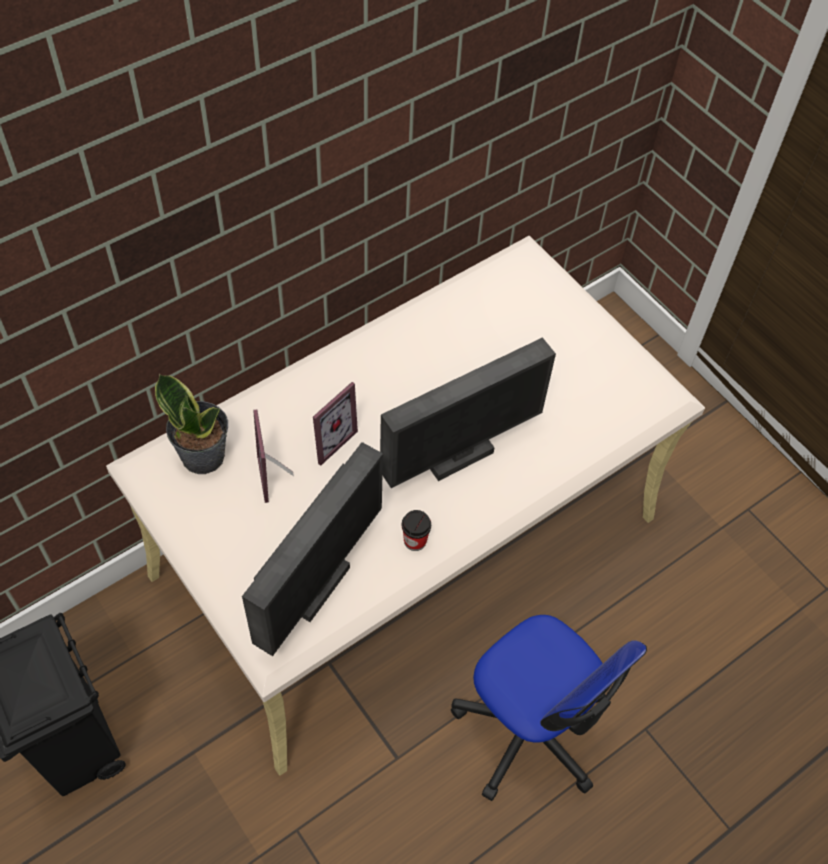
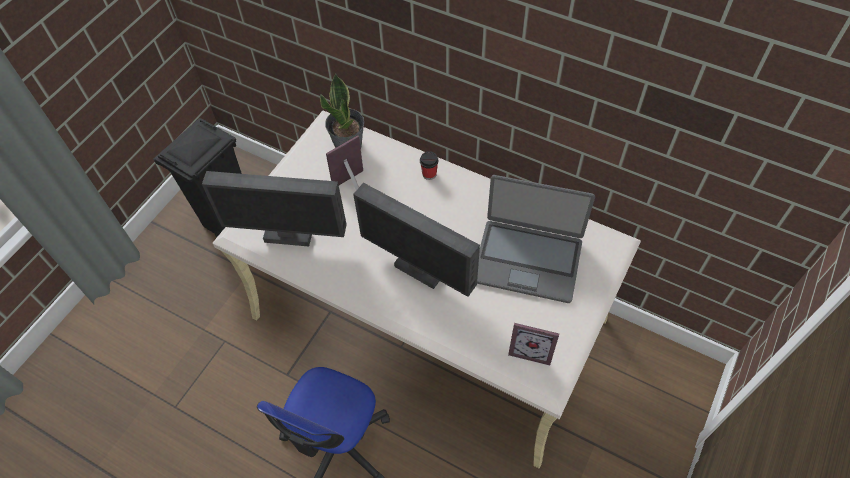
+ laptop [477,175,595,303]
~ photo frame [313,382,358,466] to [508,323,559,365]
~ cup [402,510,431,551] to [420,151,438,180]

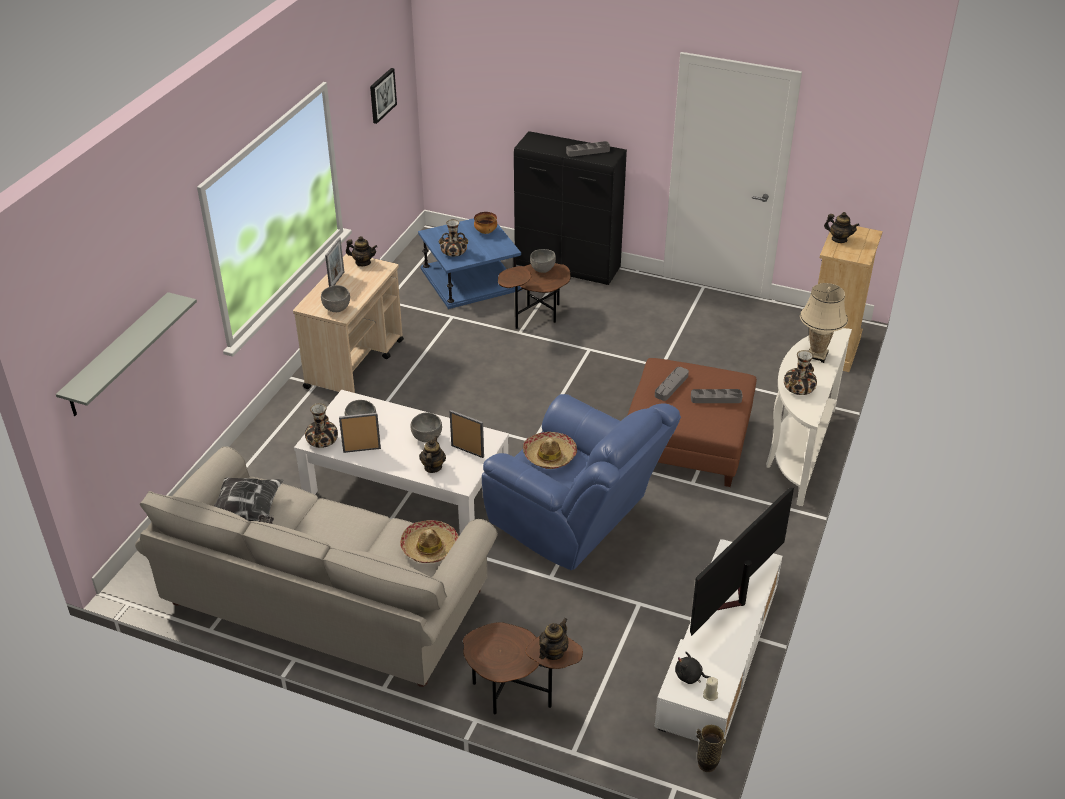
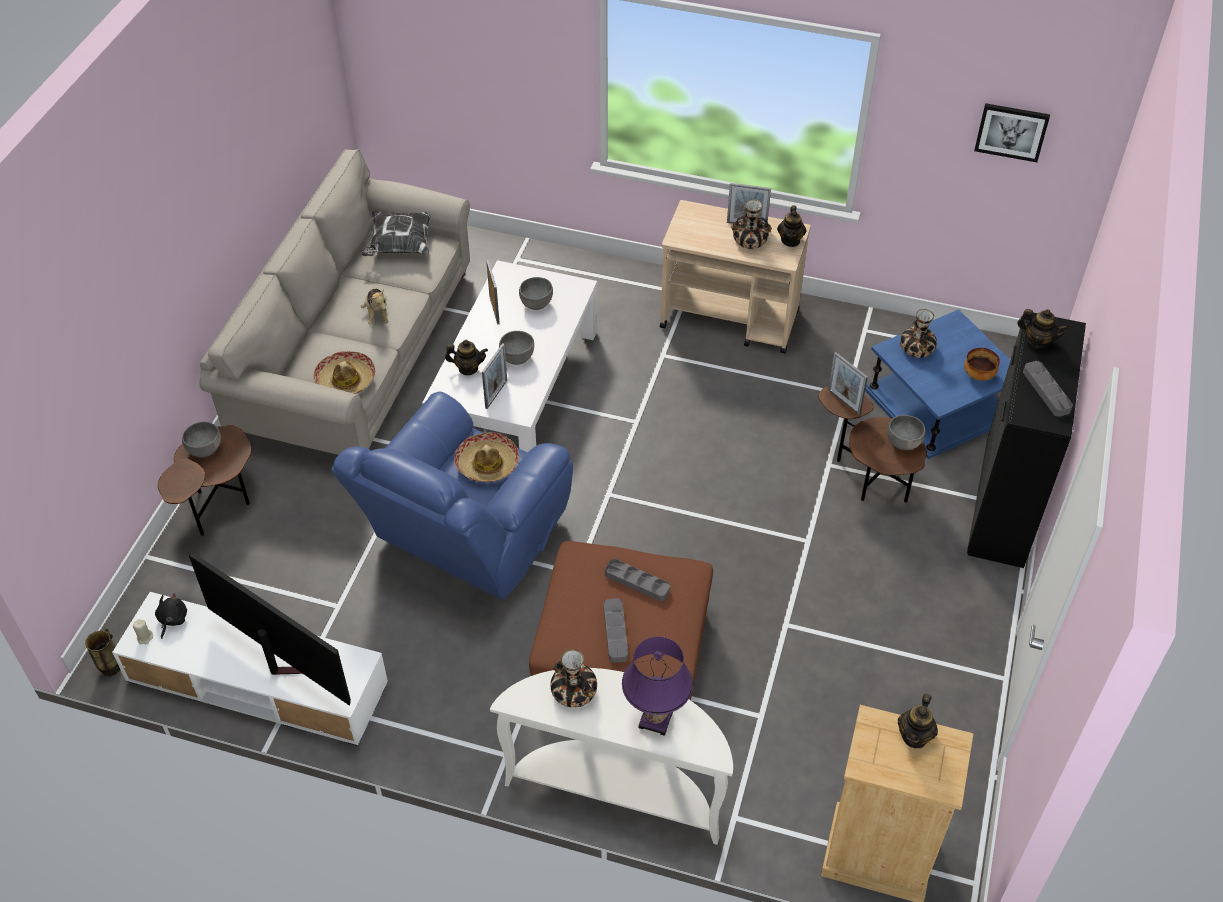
- grey shelf [56,292,197,416]
+ cuddly toy [361,288,388,324]
+ photo frame [828,352,868,415]
~ vase [305,403,338,448] to [731,199,772,249]
~ grey bowl [321,285,350,312] to [182,421,221,457]
~ teapot [539,618,568,660] to [1017,309,1068,349]
~ sand-coloured table lamp [800,283,848,363] to purple-coloured table lamp [622,637,693,736]

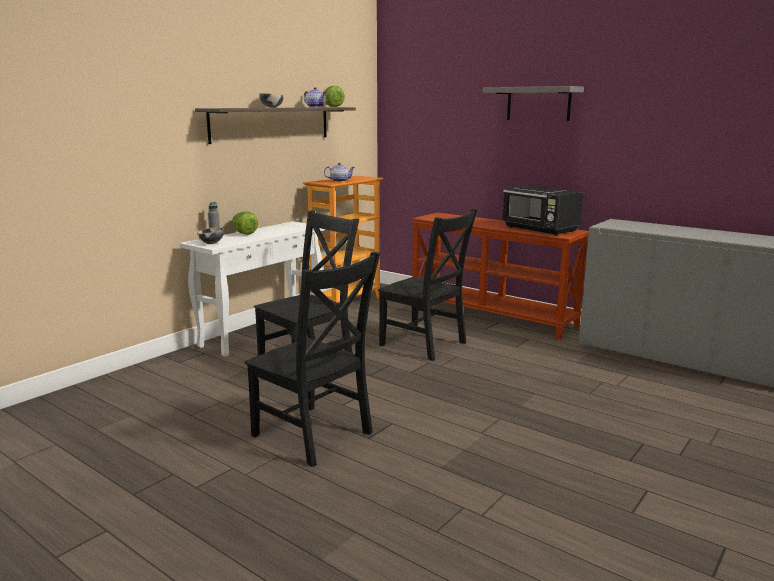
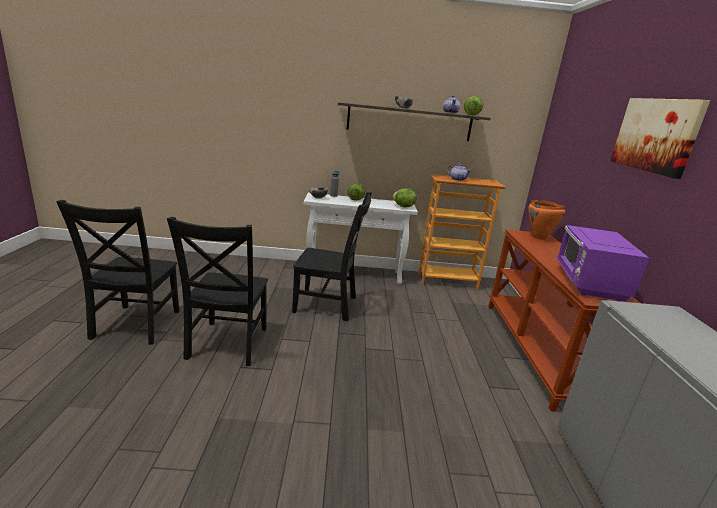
+ head of lettuce [393,188,416,207]
+ orange cooking pot [528,200,565,240]
~ blackish chair [378,209,478,361] to [56,200,179,345]
~ grey shelf [483,86,584,121] to picture [610,98,710,179]
~ blackish kitchen microwave [502,186,583,236] to purple-coloured kitchen microwave [557,225,649,302]

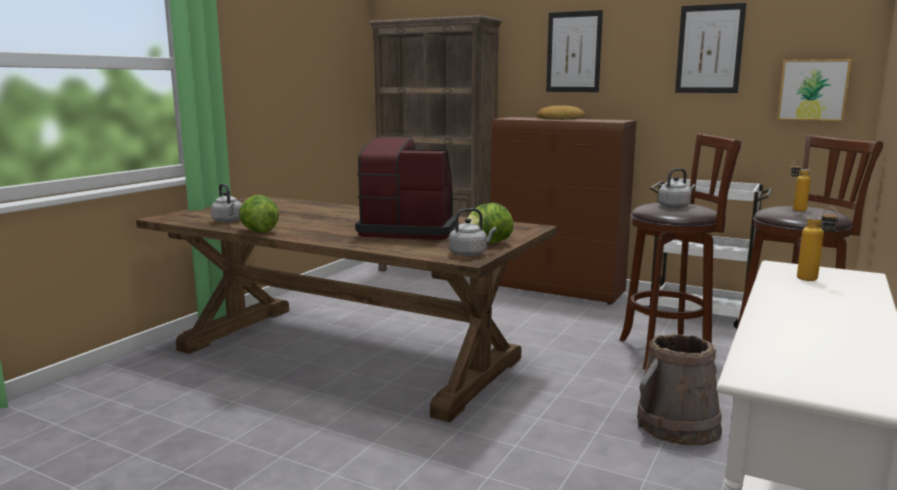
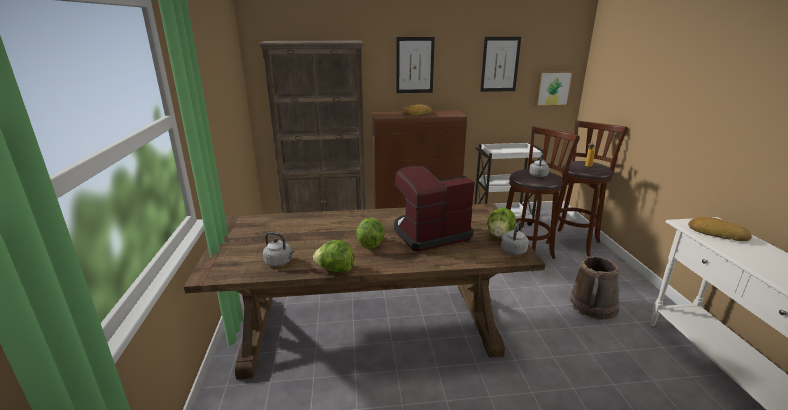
+ head of lettuce [356,218,385,249]
~ bottle [797,207,838,281] to baked bread [688,217,752,241]

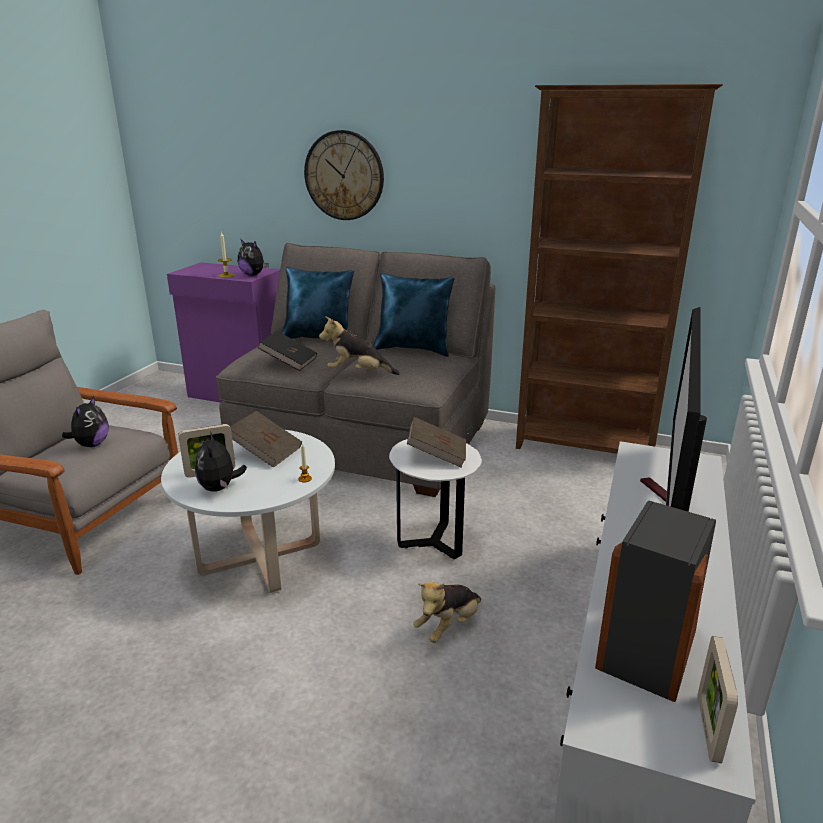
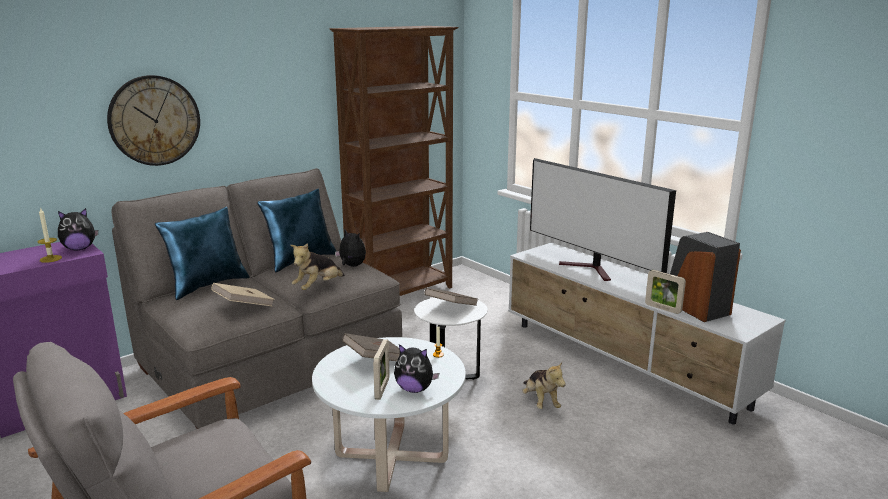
~ cuddly toy [62,396,108,447] to [335,230,366,267]
~ photo frame [698,636,738,763] to [645,270,686,314]
~ blackish book [258,331,317,371] to sand-coloured book [211,283,275,306]

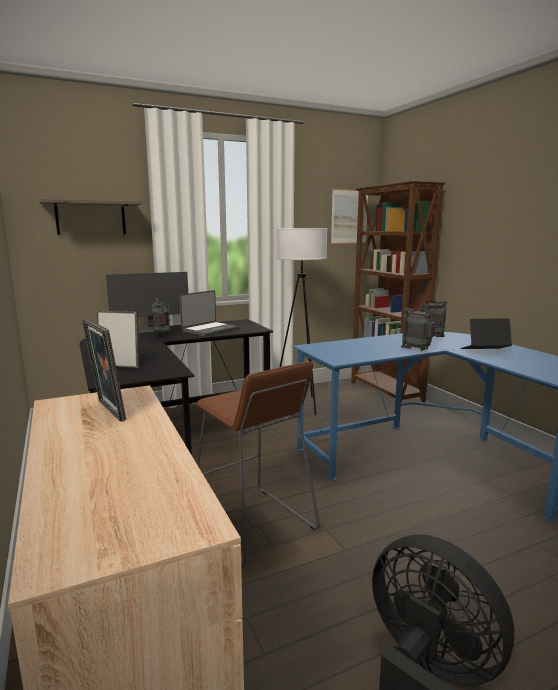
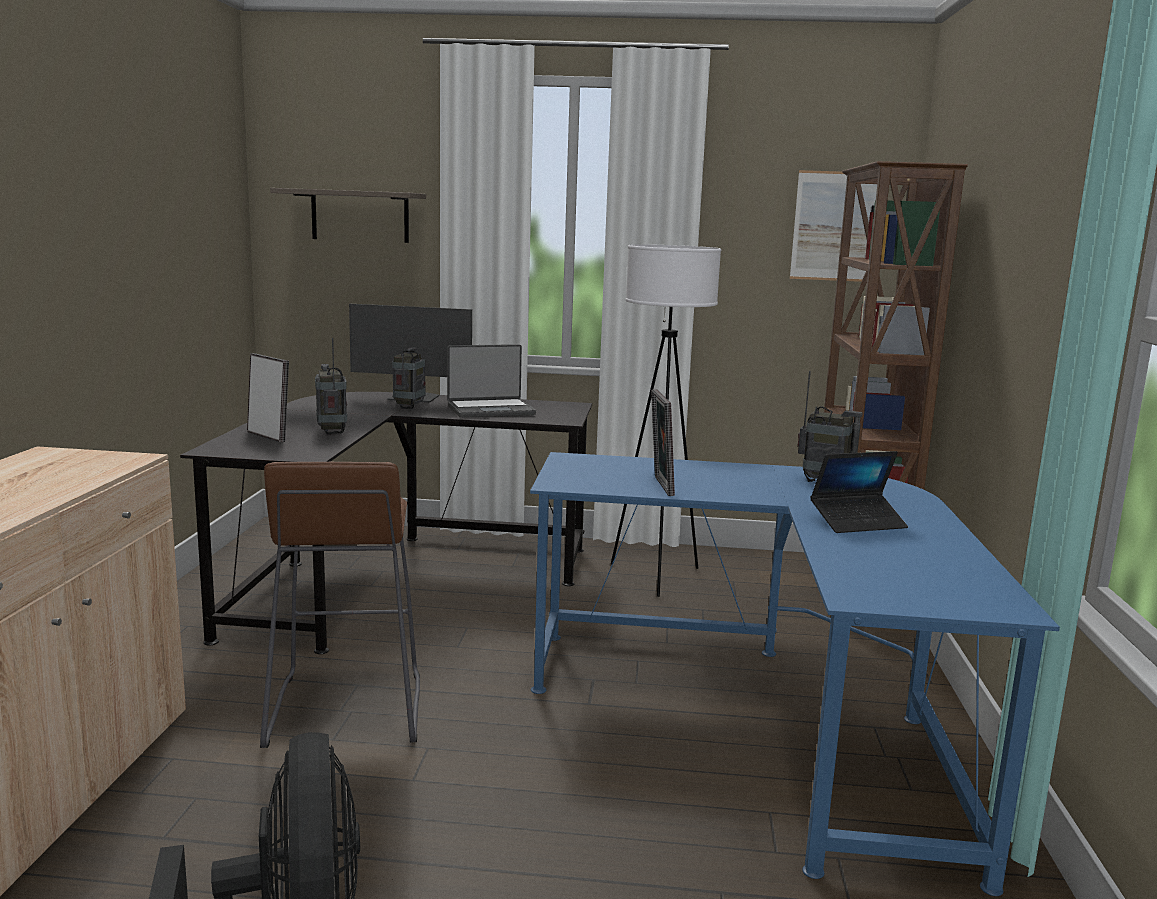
~ photo frame [82,319,126,422] to [651,389,675,496]
~ radio [401,290,436,351] to [315,338,347,435]
~ laptop [461,318,512,349] = [810,451,908,533] 135 degrees clockwise

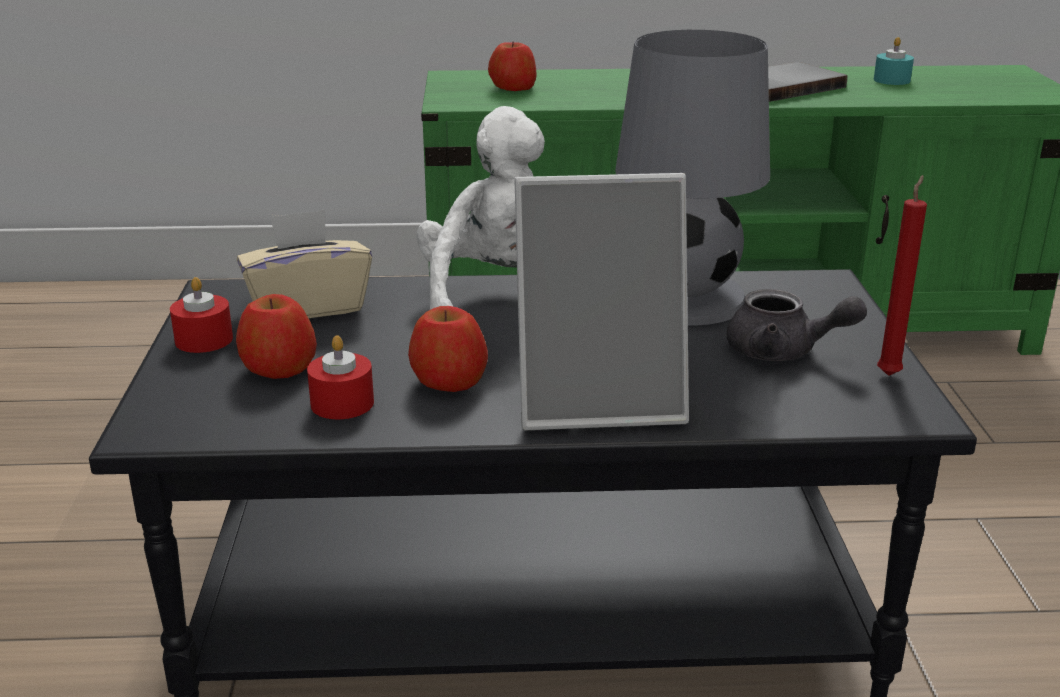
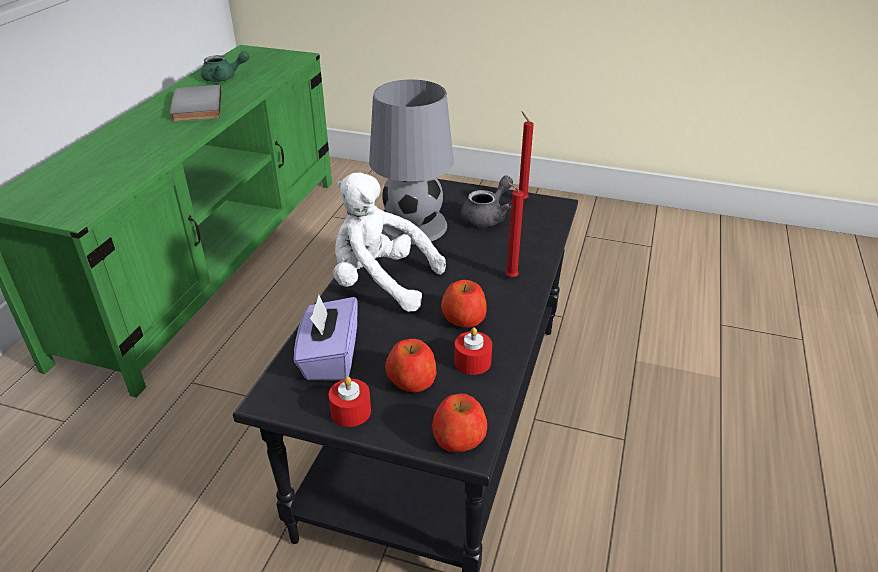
~ apple [488,41,537,91] to [432,393,487,452]
~ photo frame [515,173,689,430] to red candle [505,181,524,278]
~ blue-green candle [874,37,914,85] to green-coloured teapot [201,51,250,82]
~ sand-coloured tissue box [237,209,372,318] to purple-coloured tissue box [294,295,358,380]

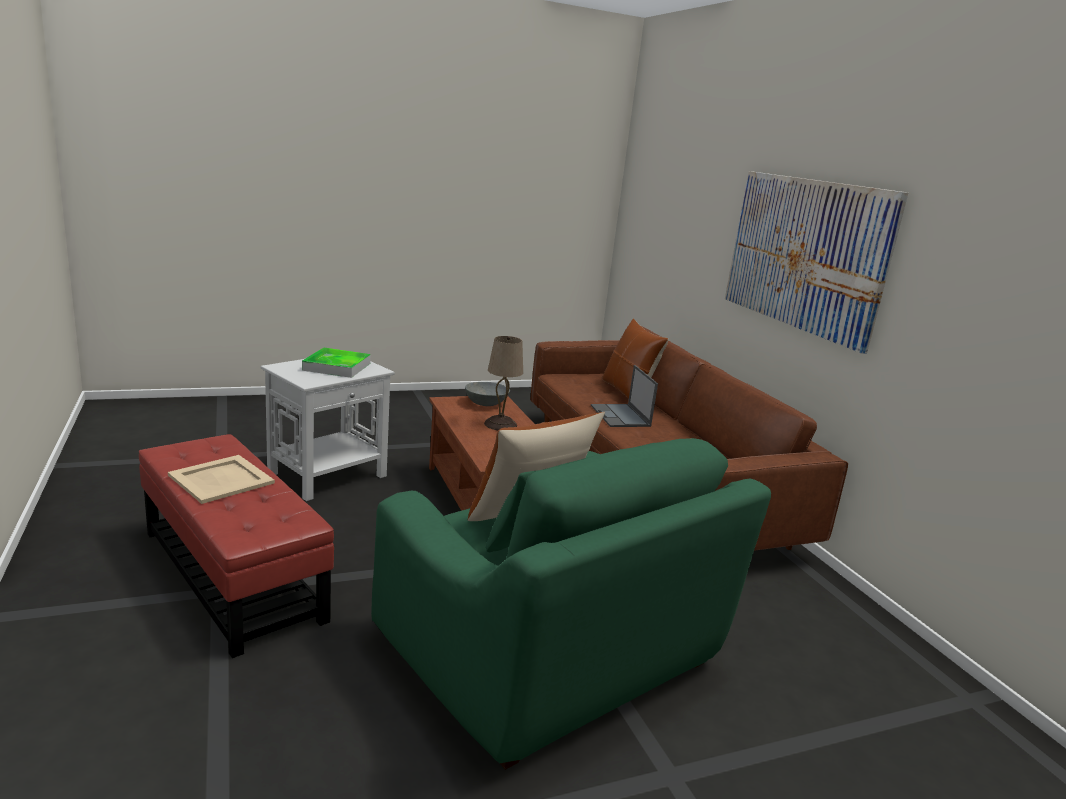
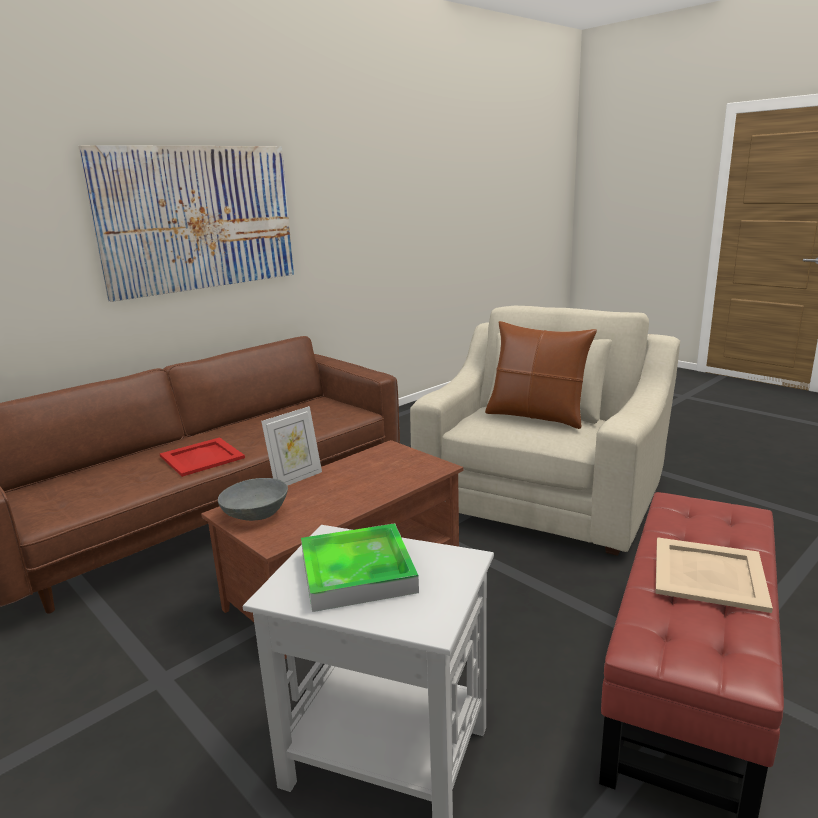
- sand-coloured table lamp [484,336,523,430]
- brown throw pillow [603,319,668,399]
+ photo frame [261,406,322,486]
~ laptop [591,365,658,427] to red tray [160,437,245,477]
~ green-coloured lounge chair [371,438,771,770] to sand-coloured lounge chair [410,306,680,556]

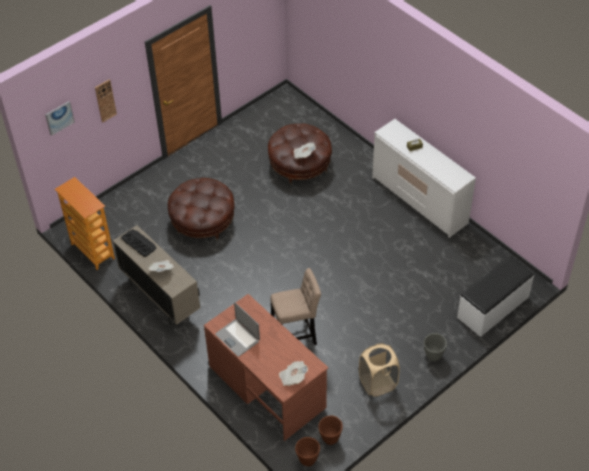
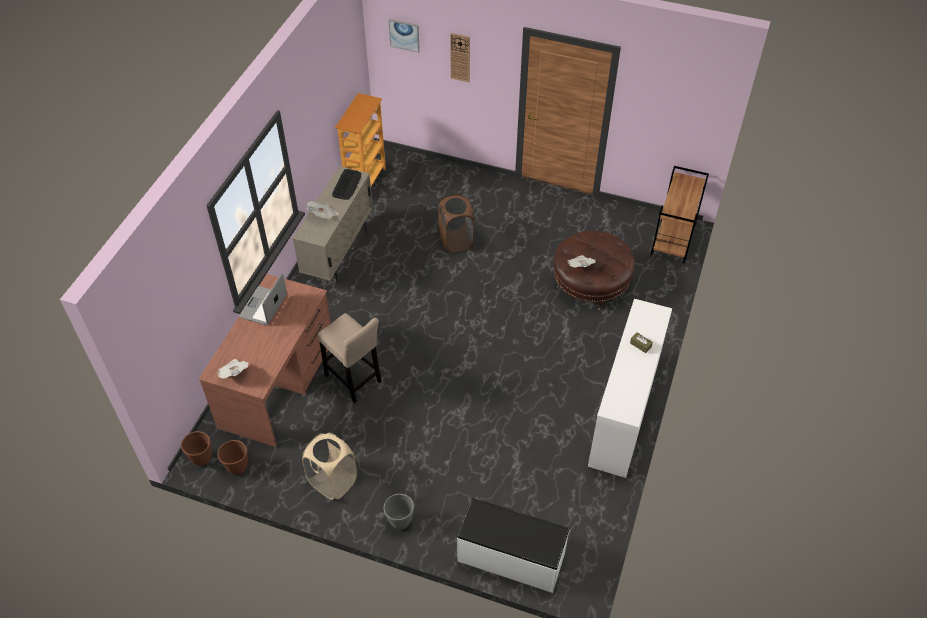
+ brown cart [650,166,709,263]
~ brown footrest [168,178,235,241] to brown laundry basket [438,194,474,253]

